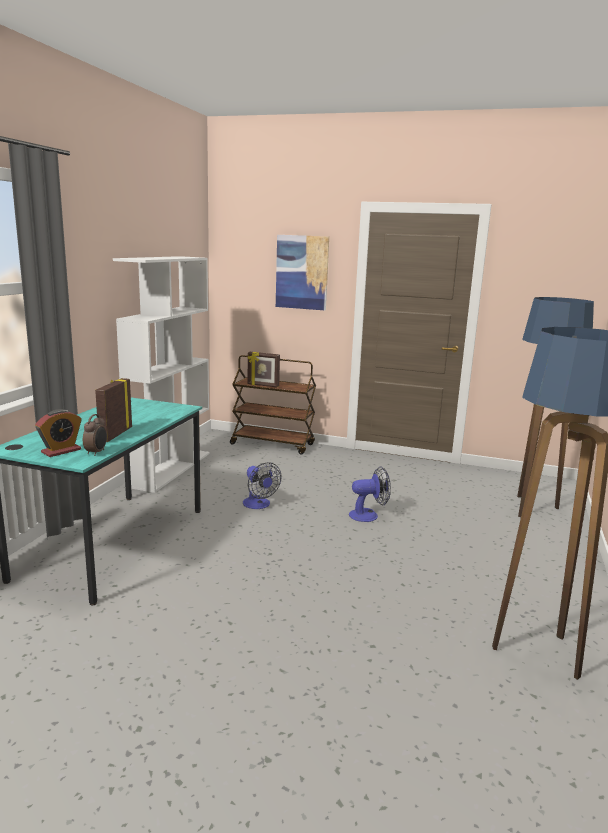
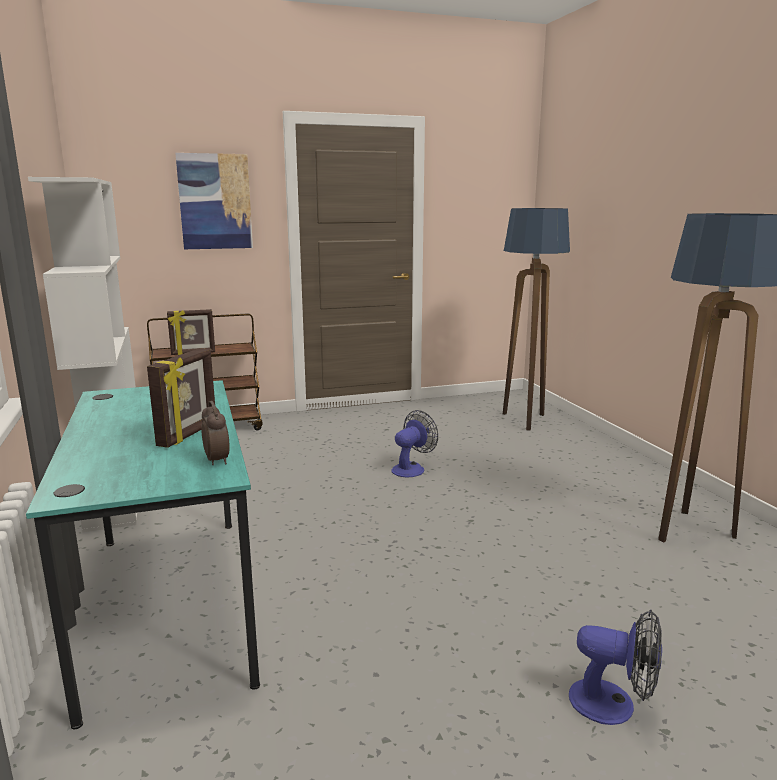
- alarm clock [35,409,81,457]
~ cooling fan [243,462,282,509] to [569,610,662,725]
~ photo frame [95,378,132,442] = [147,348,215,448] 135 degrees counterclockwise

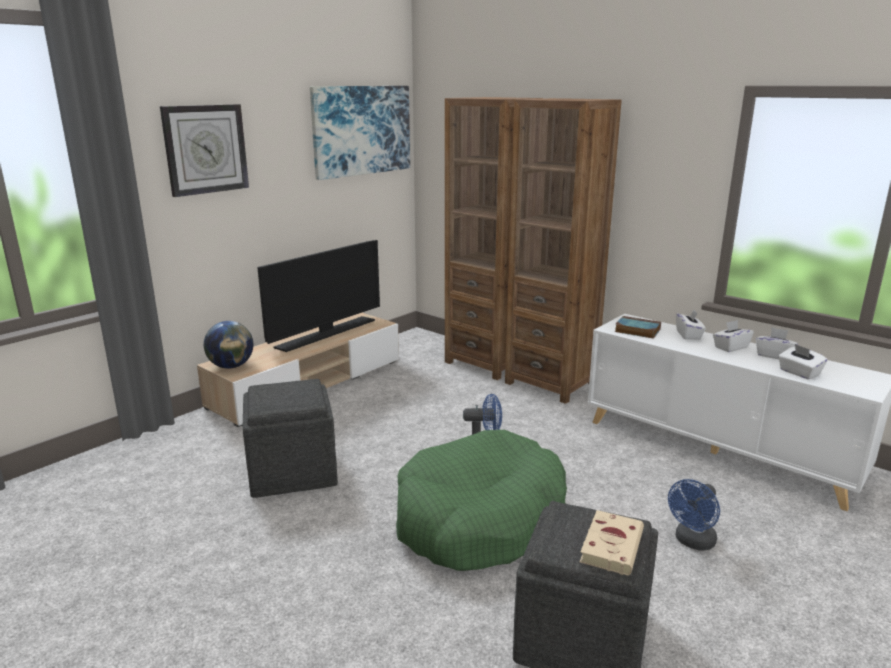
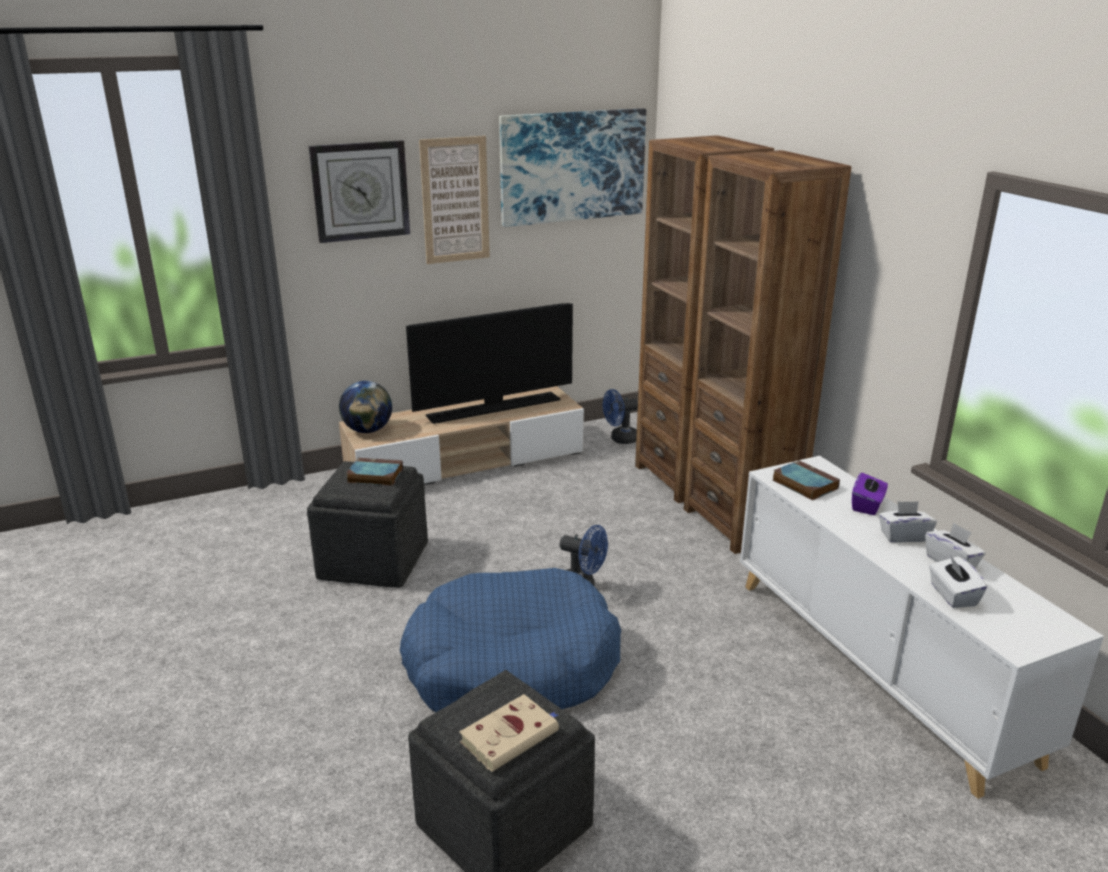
+ book [346,458,403,486]
+ picture [419,136,490,264]
~ blue-coloured cooling fan [668,479,720,551] to [603,389,638,444]
~ green-coloured dog cushion [396,430,567,571] to blue-coloured dog cushion [400,568,621,712]
~ white tissue box [676,310,706,340] to purple-coloured tissue box [852,473,888,515]

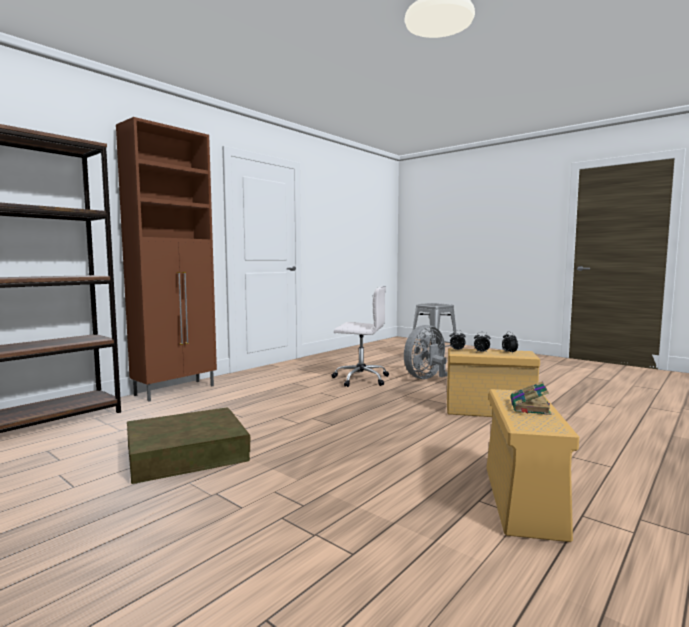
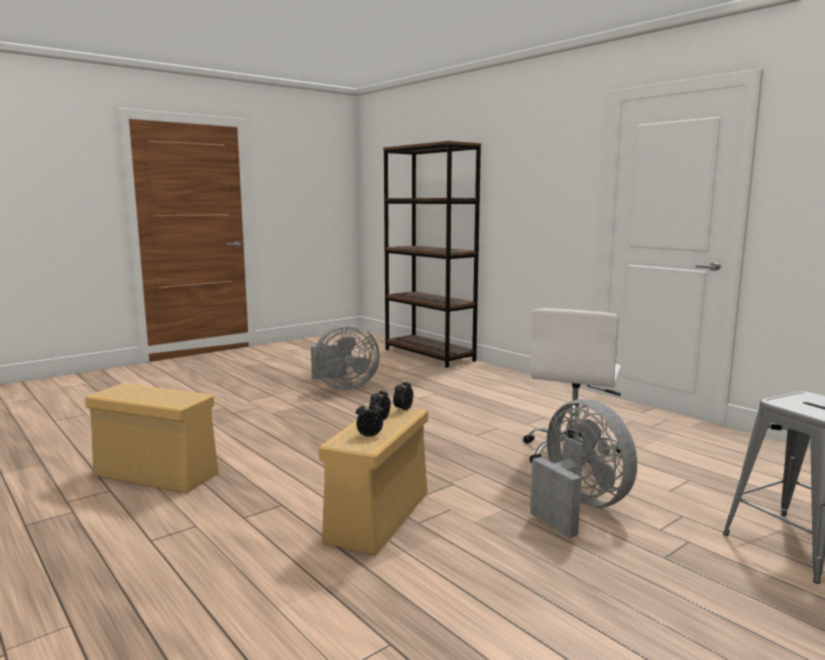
- brown storage cabinet [116,117,217,402]
- book [510,382,551,415]
~ brown storage container [127,407,250,484] to grey cooling fan [311,324,380,390]

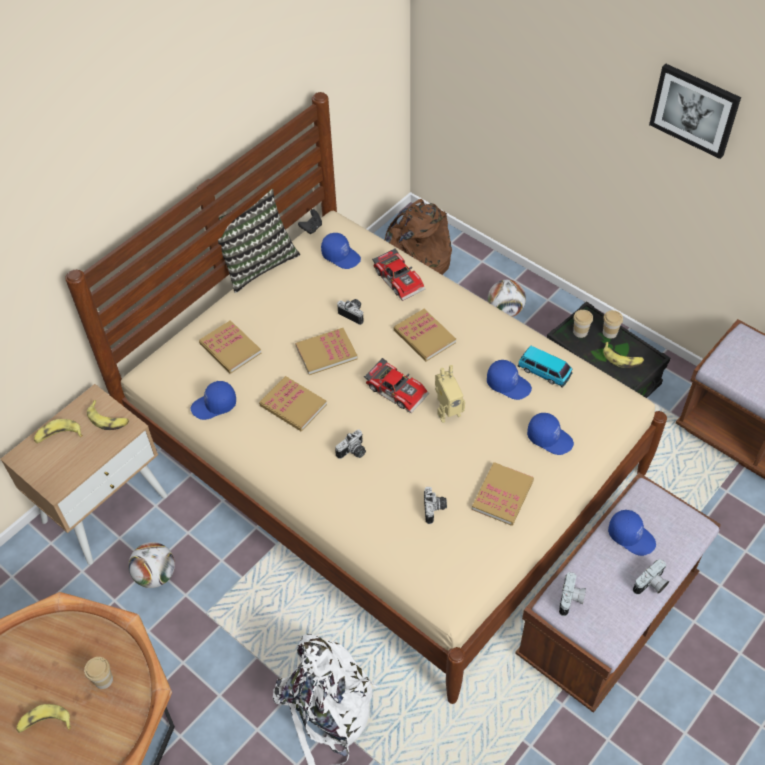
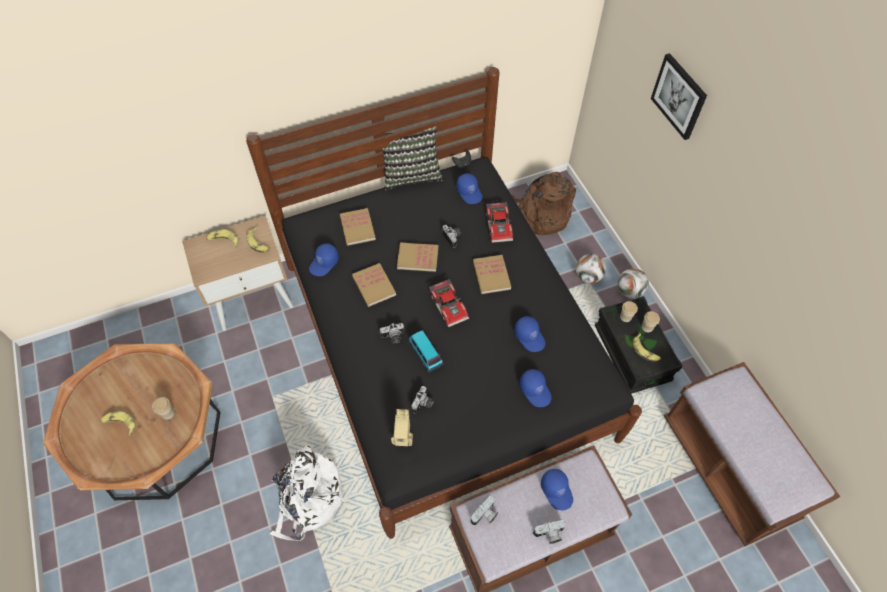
- book [472,462,534,526]
~ football ball [128,542,175,588] to [618,268,649,298]
~ model robot [435,365,465,423] to [391,409,413,446]
~ model car [517,346,573,388] to [408,330,444,372]
~ picture [649,64,741,159] to [651,53,707,140]
~ sand-coloured sleeping bed [65,92,667,704] to blackish sleeping bed [246,67,642,539]
~ blue-coloured baseball cap [191,381,236,420] = [309,244,339,276] 60 degrees counterclockwise

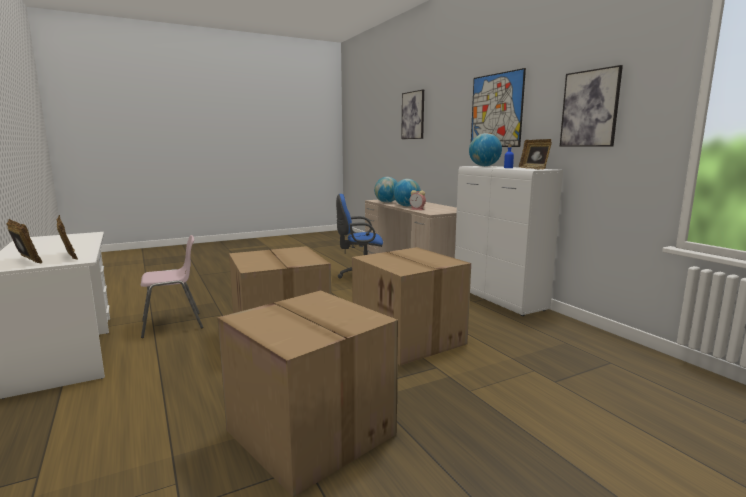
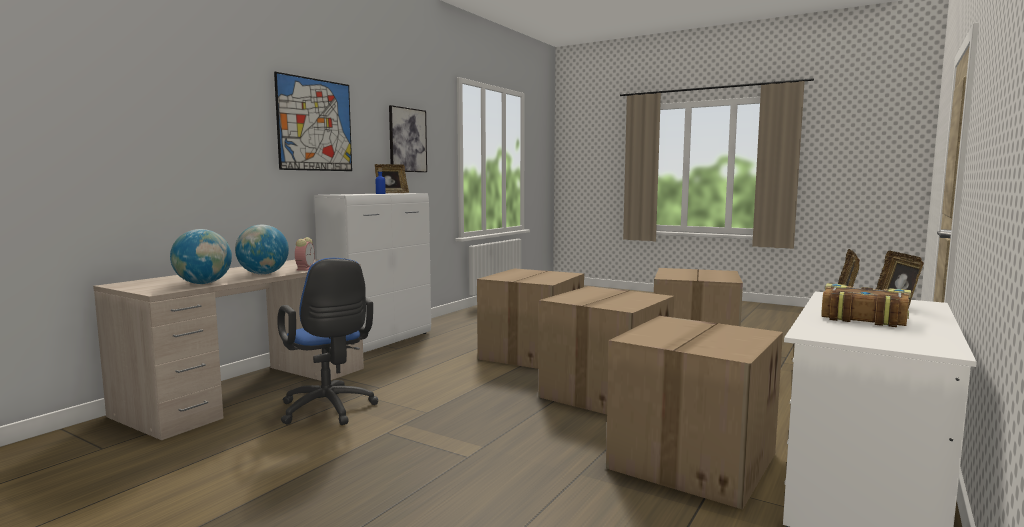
- picture [401,90,424,139]
- desk globe [469,133,502,166]
+ book [821,283,911,327]
~ pink-coloured chair [141,235,203,338] to cardboard box [606,316,783,509]

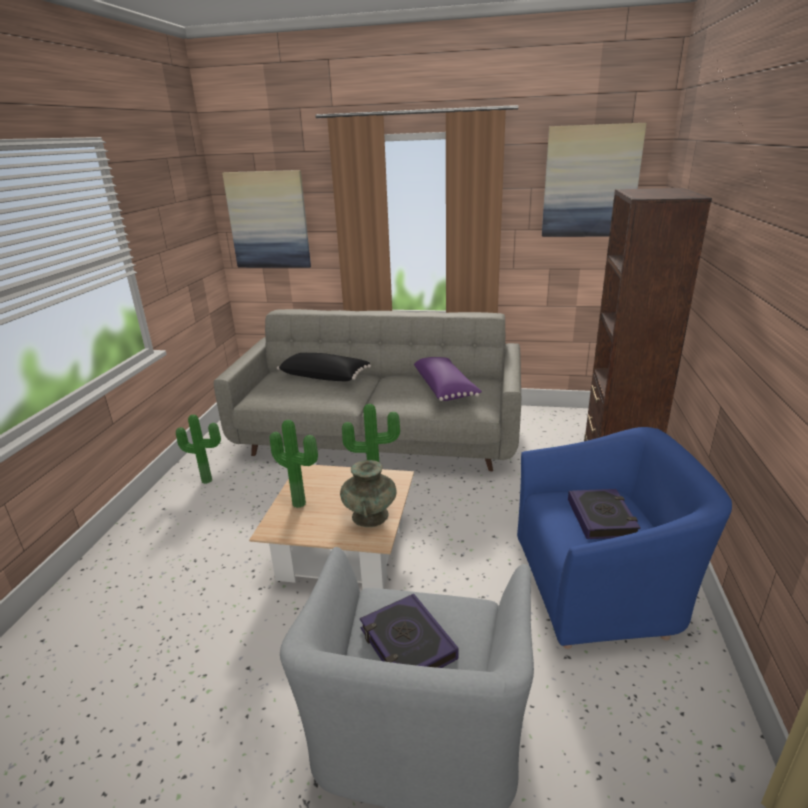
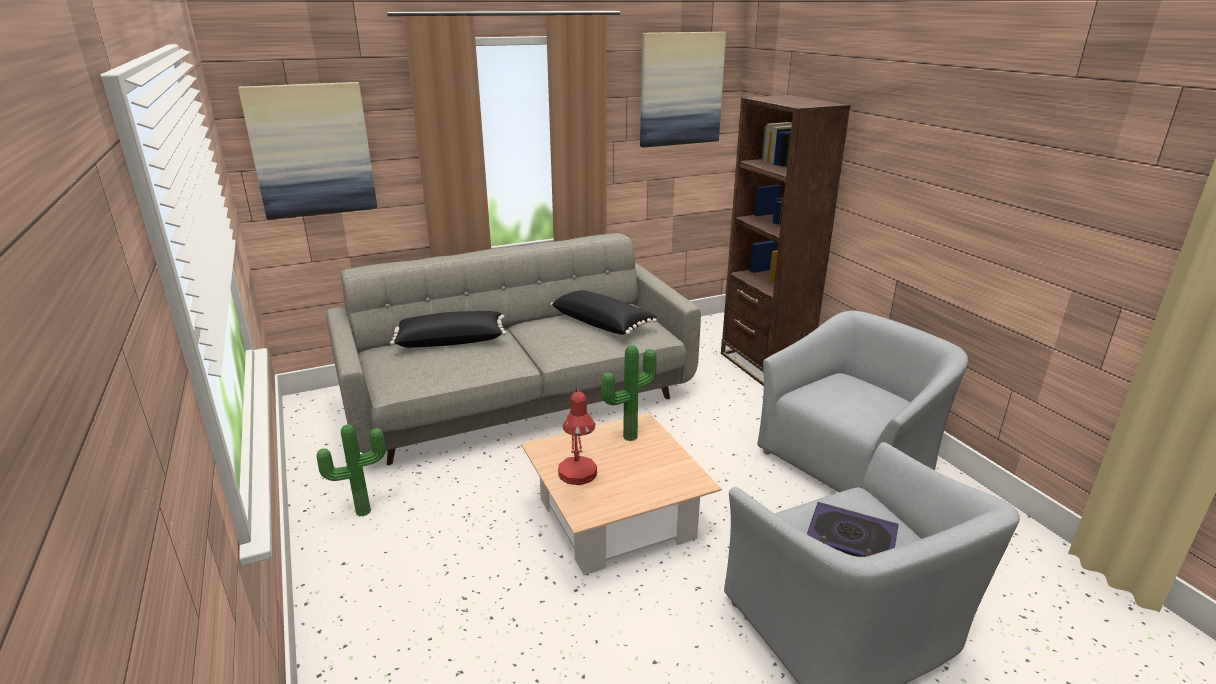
- blue-green vase [340,460,397,527]
- book [568,489,641,539]
~ houseplant [270,420,318,508] to red table lamp [558,387,597,485]
~ purple-coloured throw pillow [414,357,482,401] to blackish throw pillow [550,290,657,335]
~ blue-coloured lounge chair [517,427,732,649] to grey lounge chair [757,310,968,492]

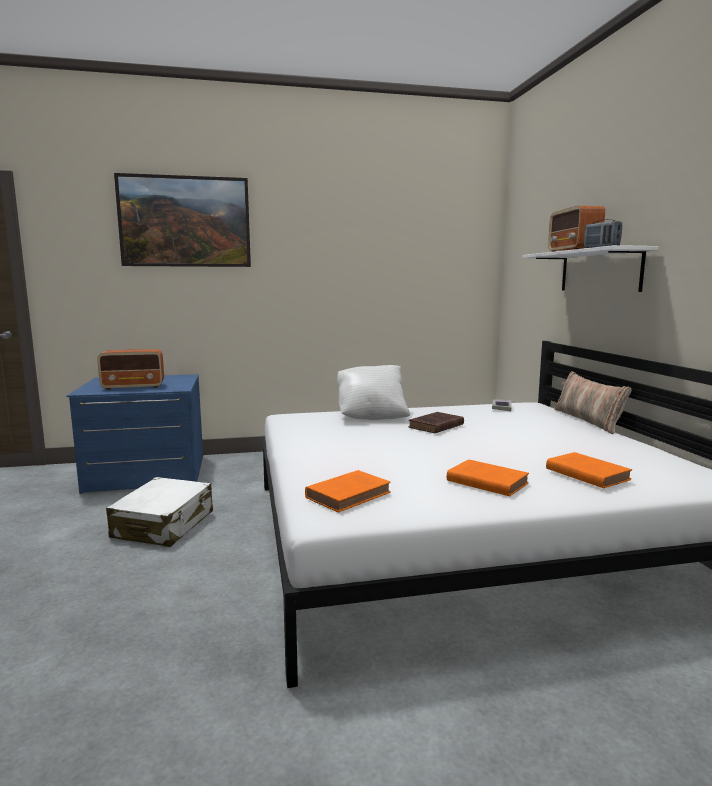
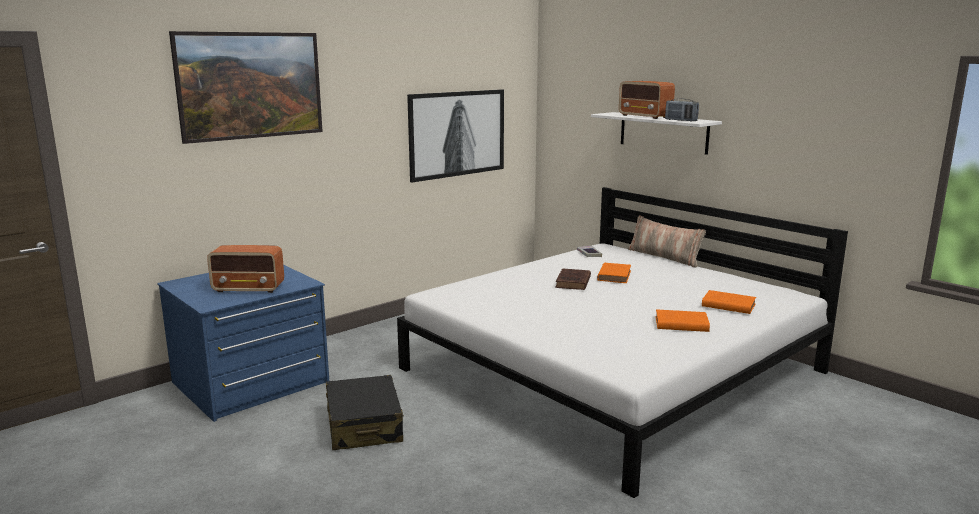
- white throw pillow [337,365,410,420]
+ picture [407,89,504,183]
~ orange book [305,470,391,512] to [597,263,631,283]
~ white piece of luggage [106,477,213,547] to blackish piece of luggage [326,375,404,450]
~ radio [97,349,164,390] = [207,245,284,293] 45 degrees clockwise

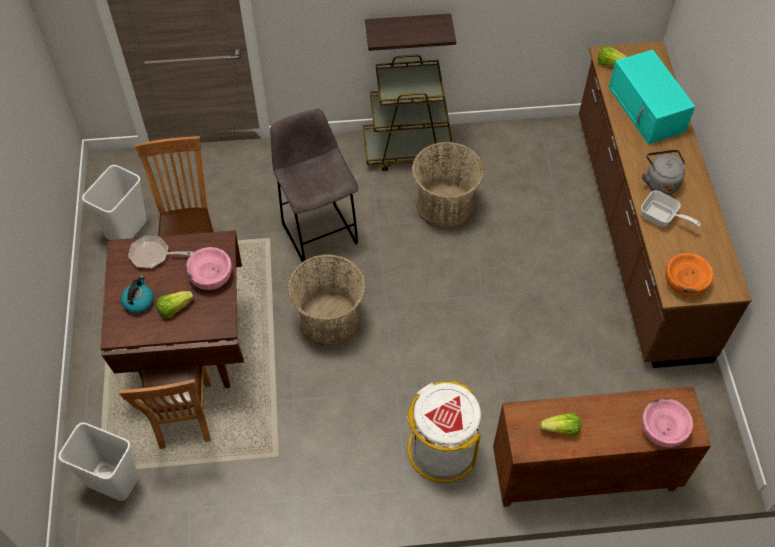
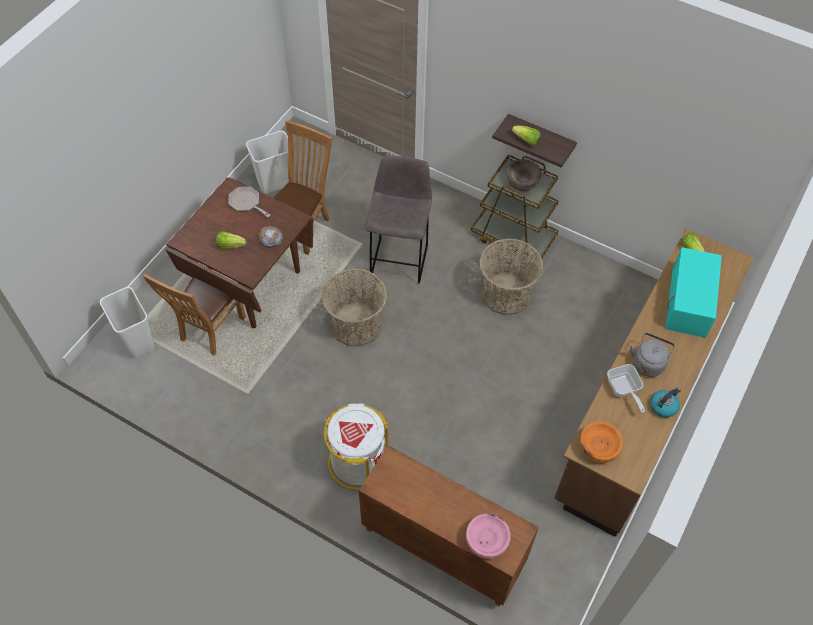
+ brown bowl [506,159,542,191]
~ water kettle [121,275,153,313] to [650,387,681,417]
~ head of lettuce [540,413,581,436] to [512,125,541,146]
~ pink-coloured bowl [186,247,232,290] to baked bread [258,226,283,248]

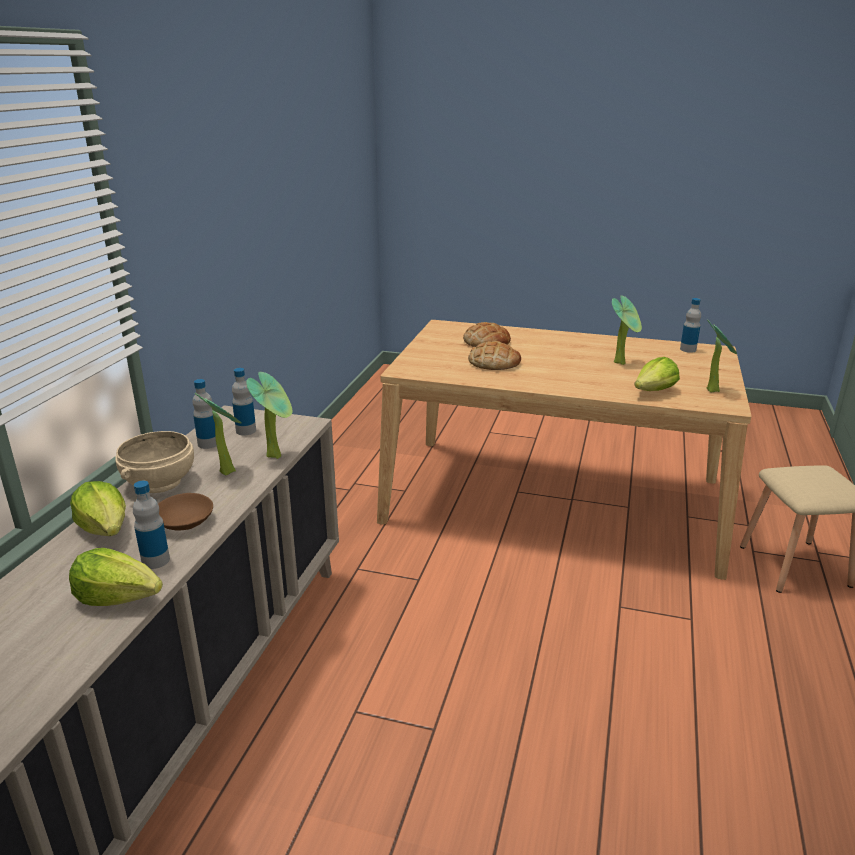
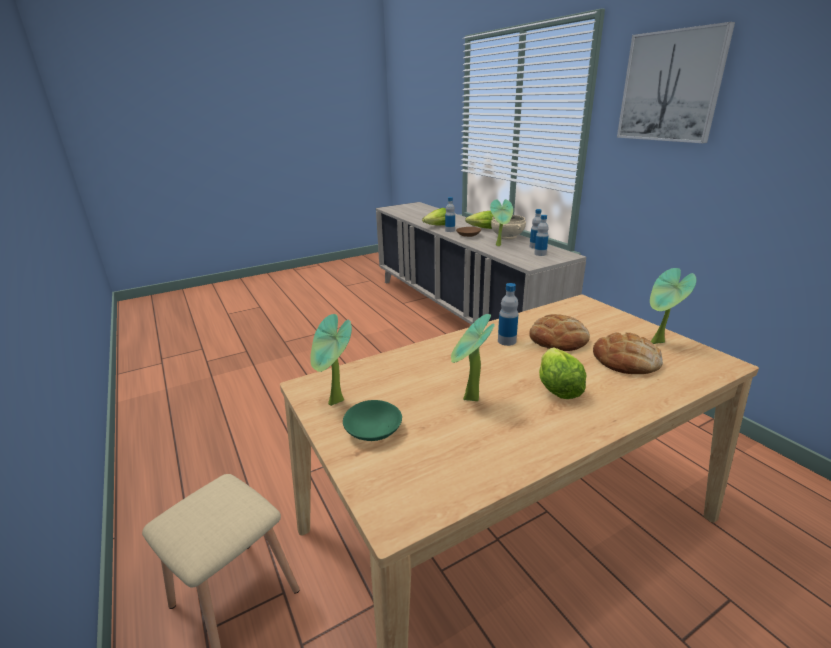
+ green-coloured bowl [343,400,402,441]
+ picture [617,22,735,143]
~ houseplant [247,372,292,459] to [650,268,697,344]
~ head of lettuce [634,357,680,391] to [539,348,587,399]
~ bottle [680,298,701,353] to [498,283,518,346]

